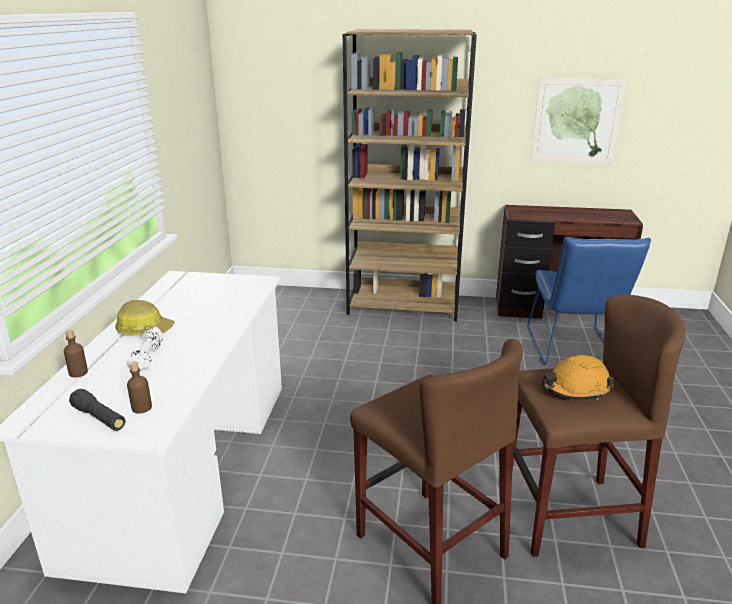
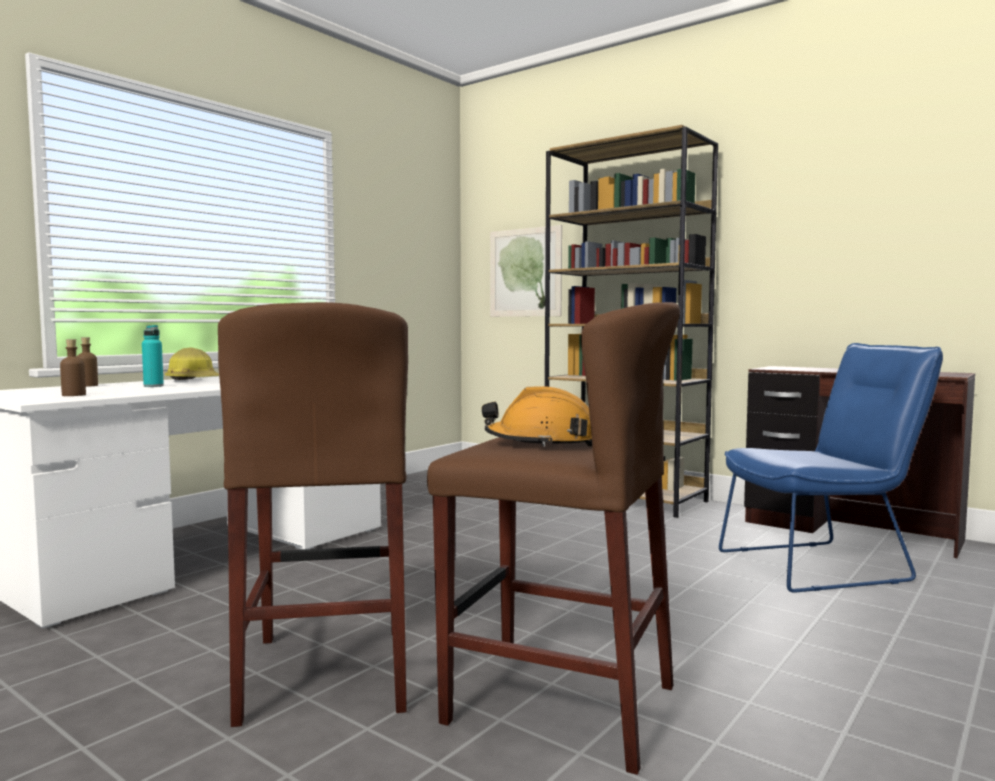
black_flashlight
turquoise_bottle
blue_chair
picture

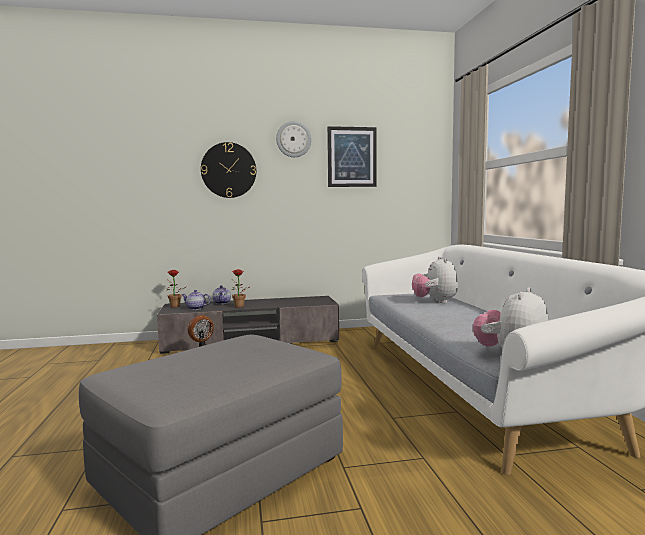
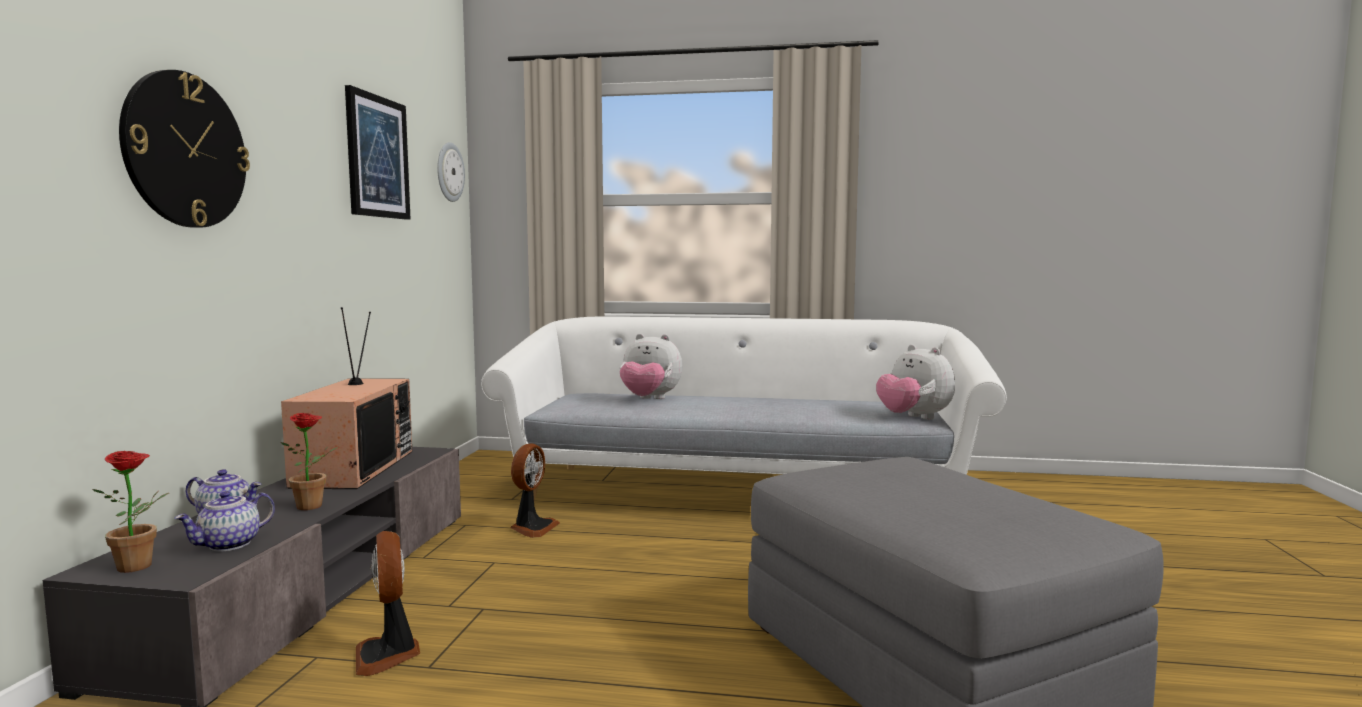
wall_clock (2nd from left)
television
fan (2nd from left)

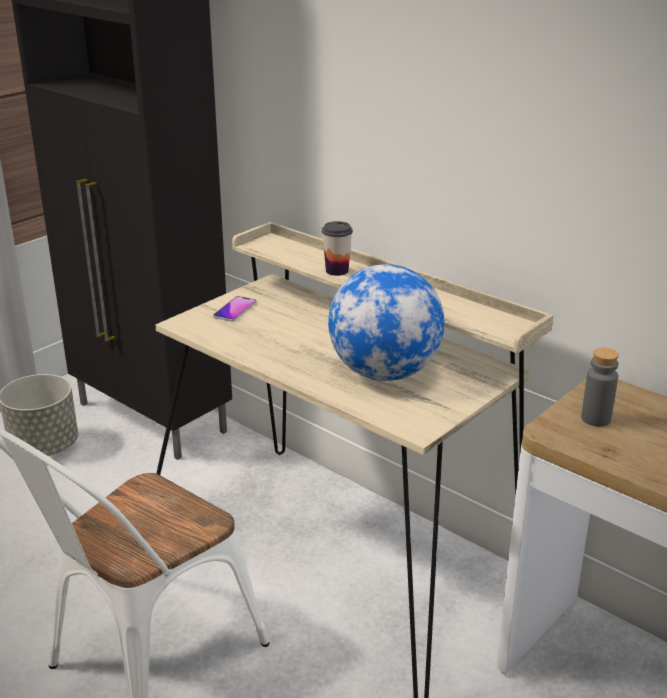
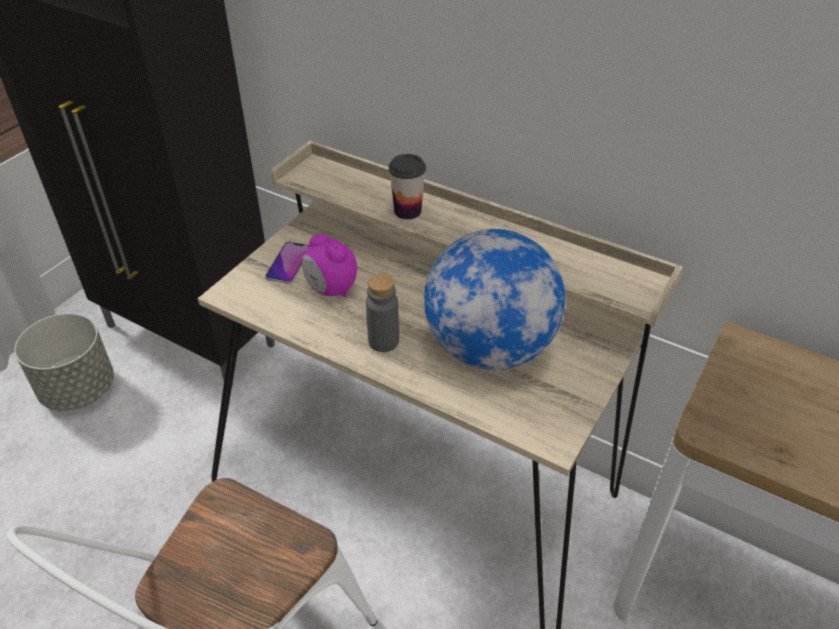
grey_bottle
alarm_clock

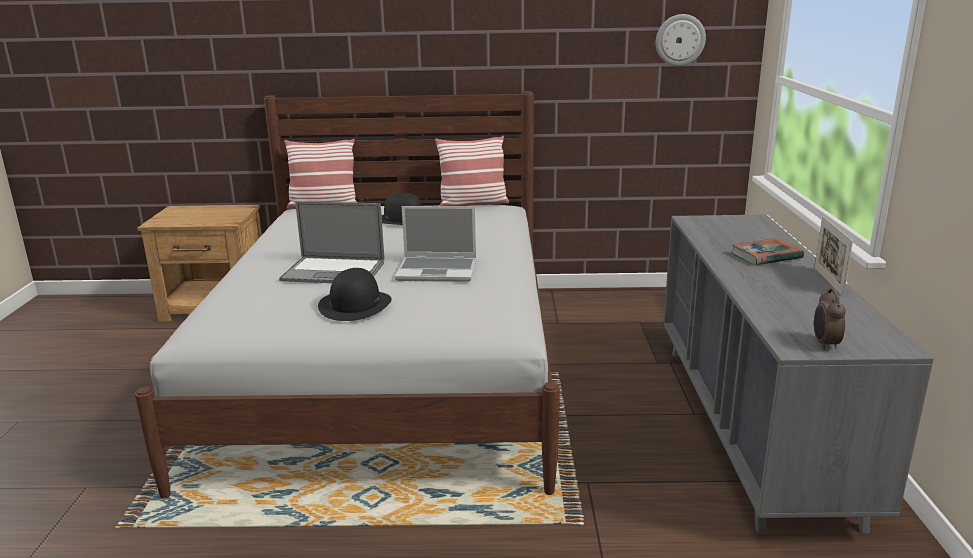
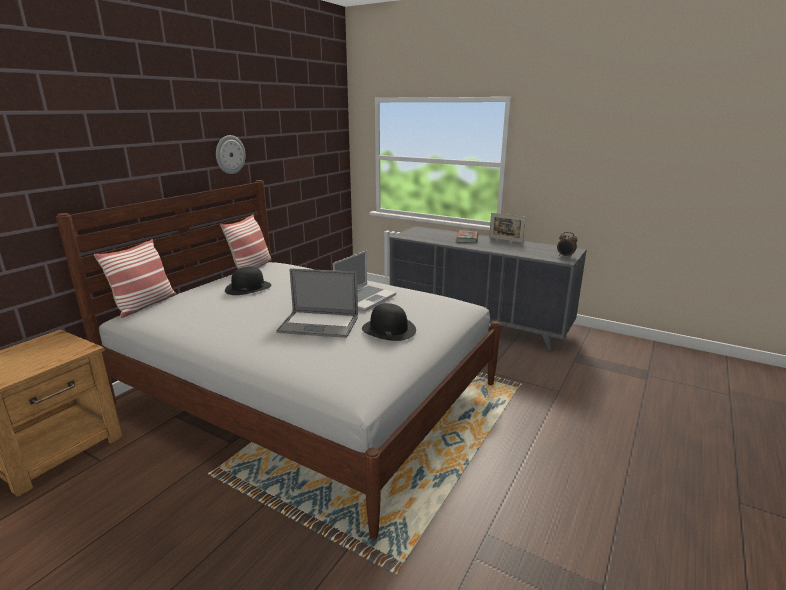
laptop (1st from left)
wall_clock

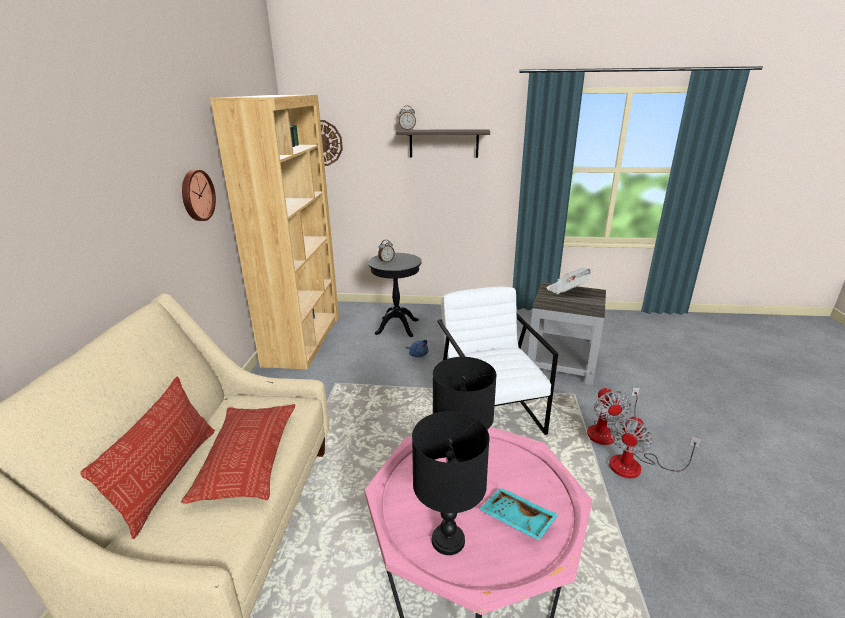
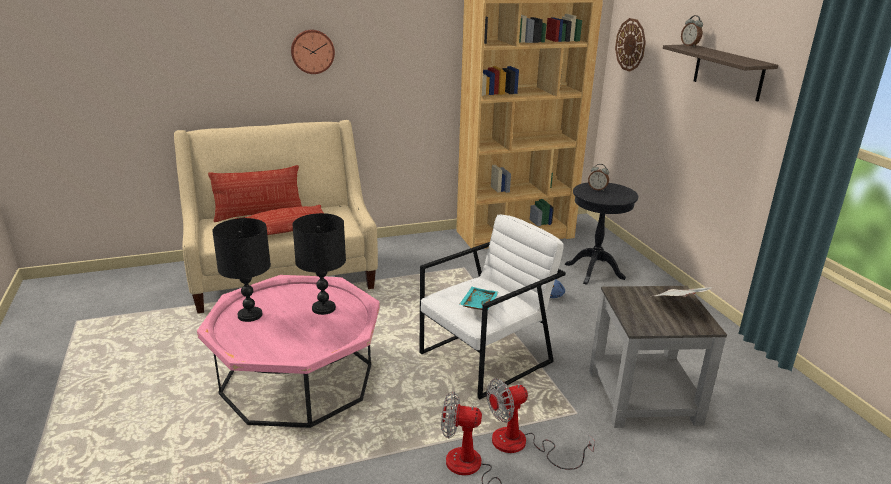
wall_clock (1st from left)
turquoise_tray

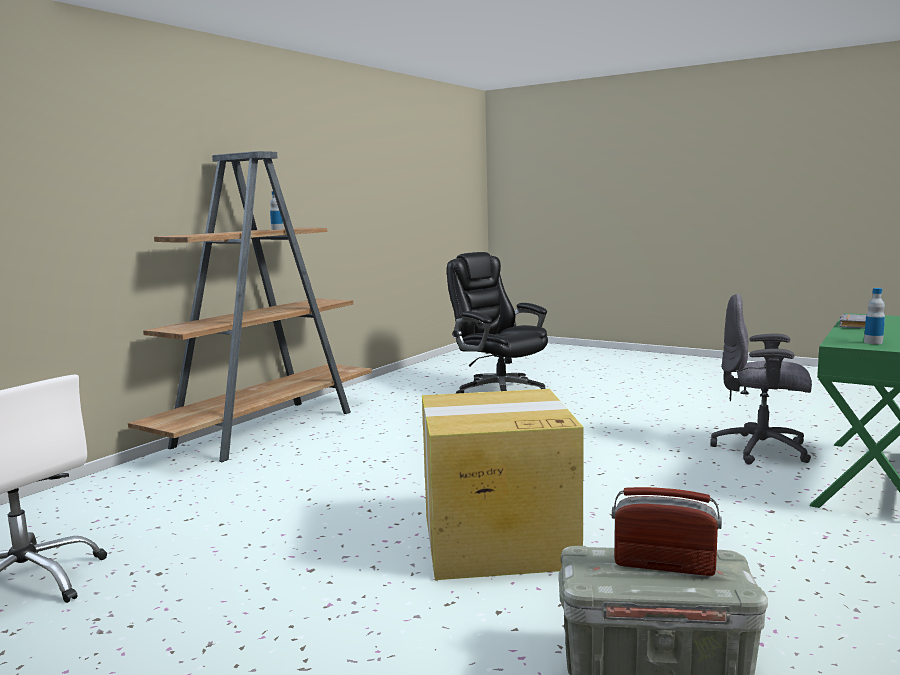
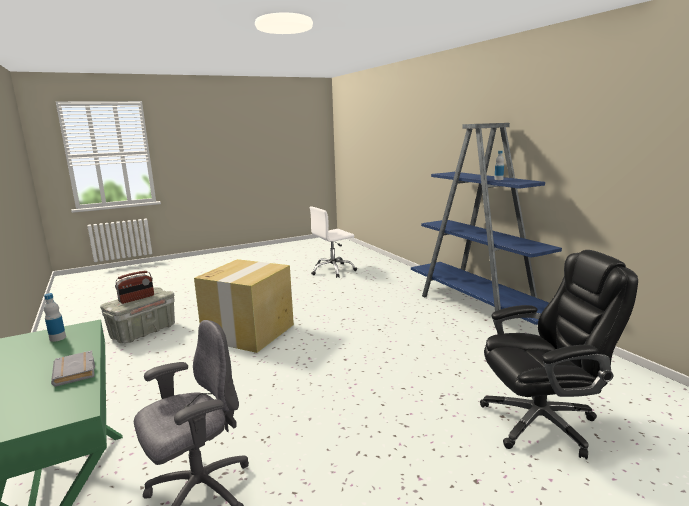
blue_bookcase

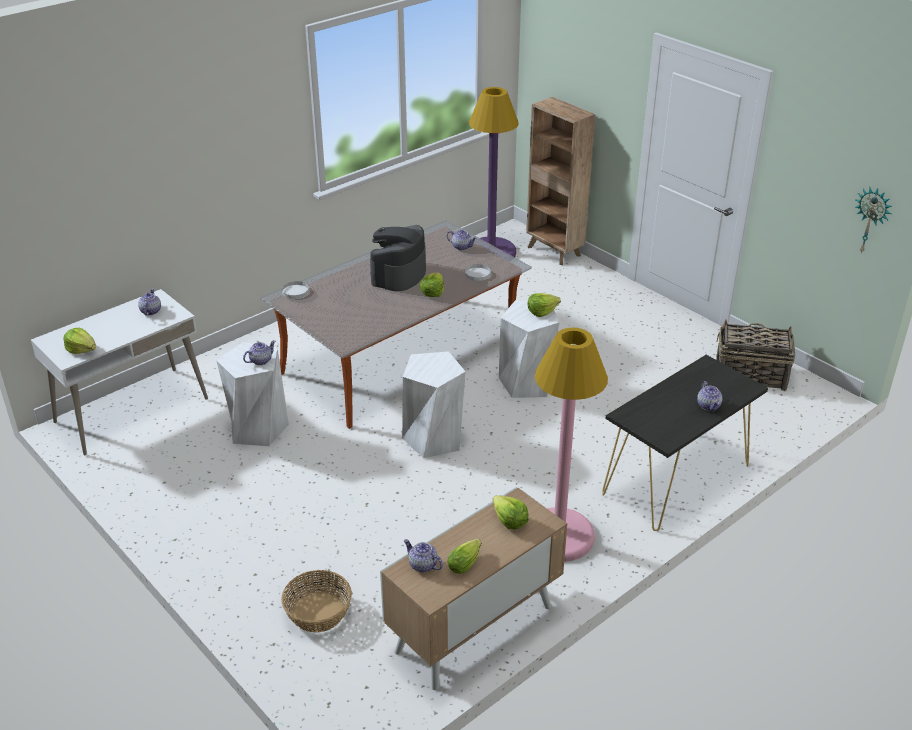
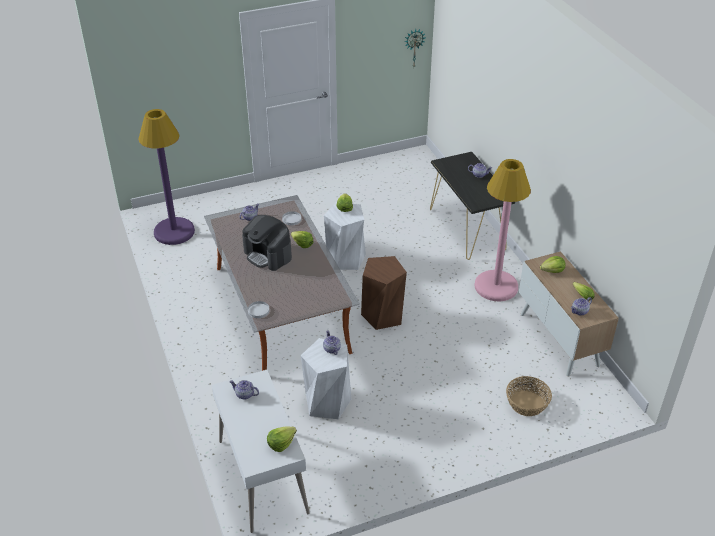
brown_stool
brown_bookcase
basket (2nd from left in the first image)

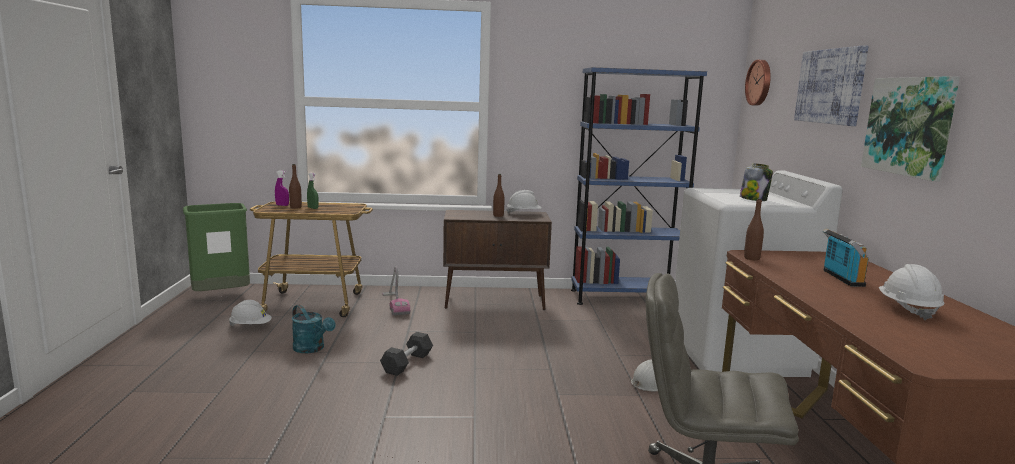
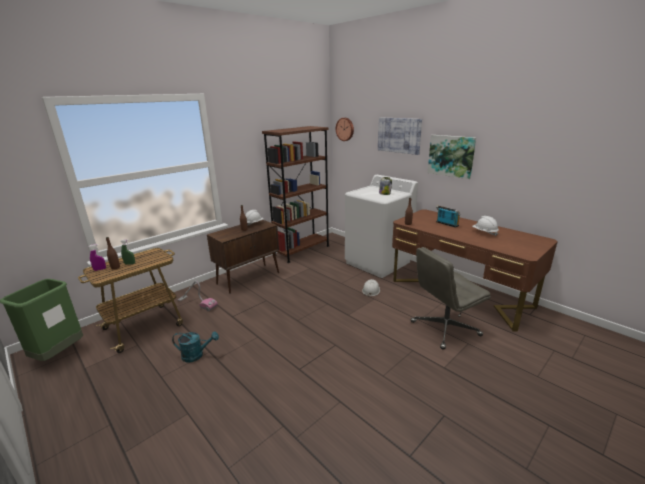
white_hard_hat (1st from left in the first image)
grey_dumbbell
brown_bookcase

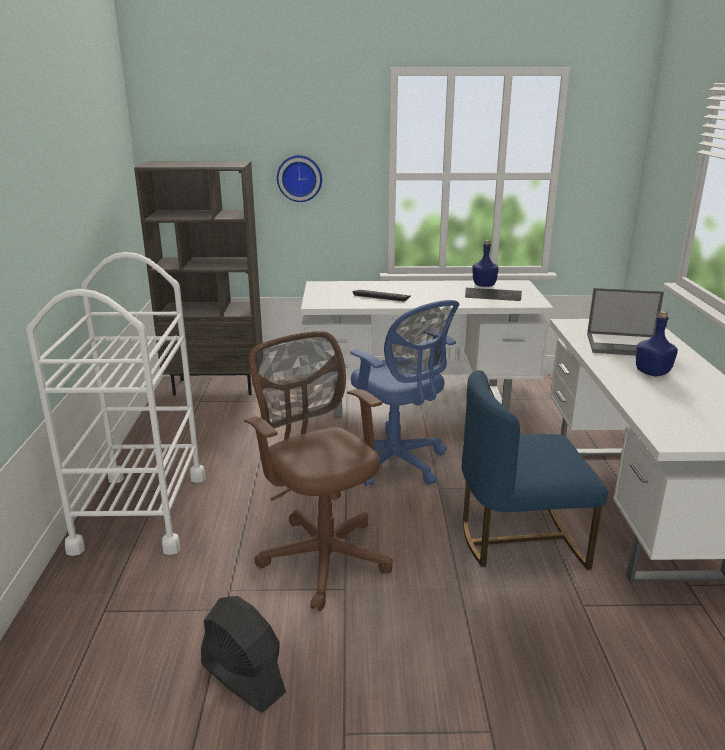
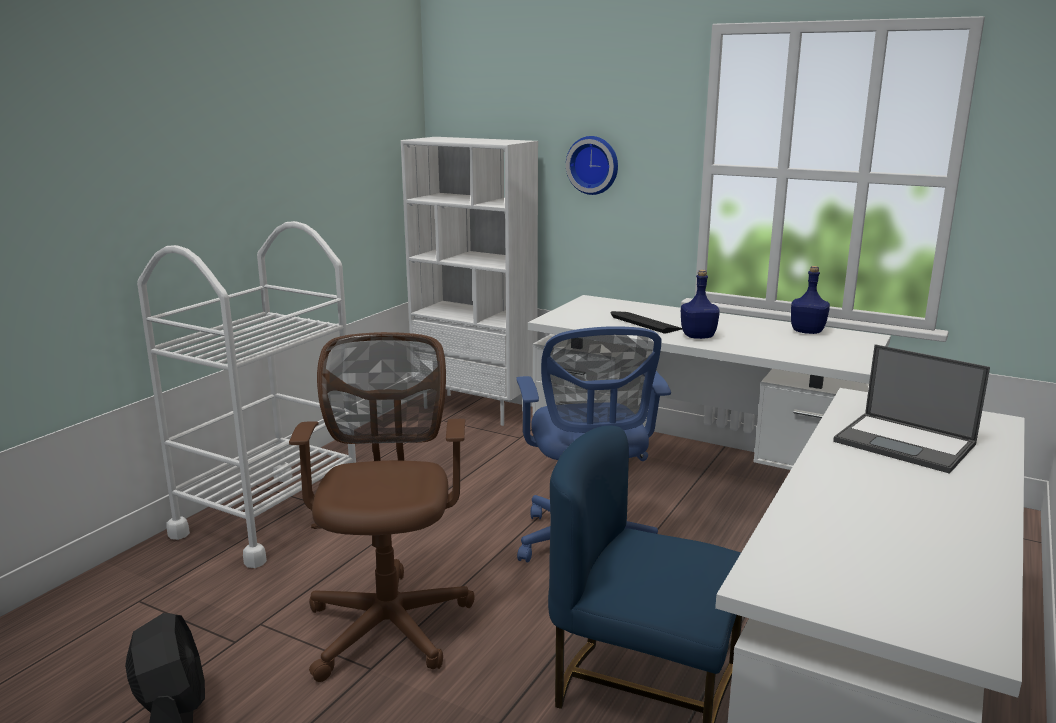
white_bookcase
keyboard (2nd from left in the first image)
blue_bottle (1st from left)

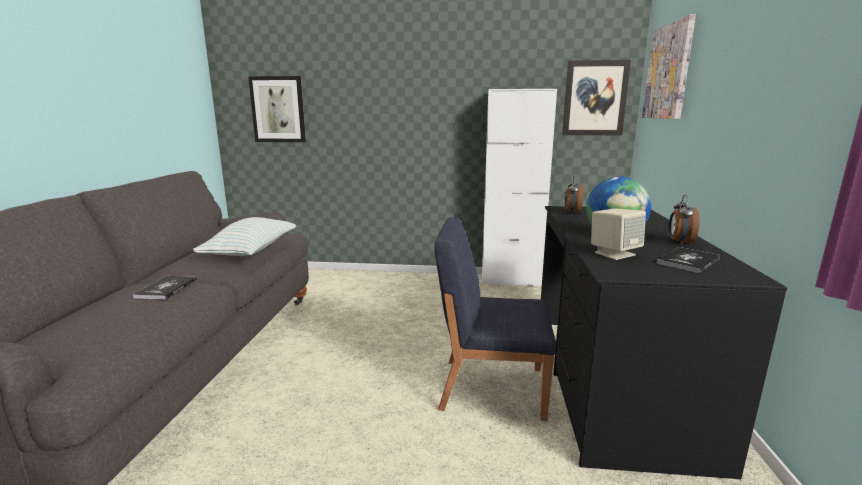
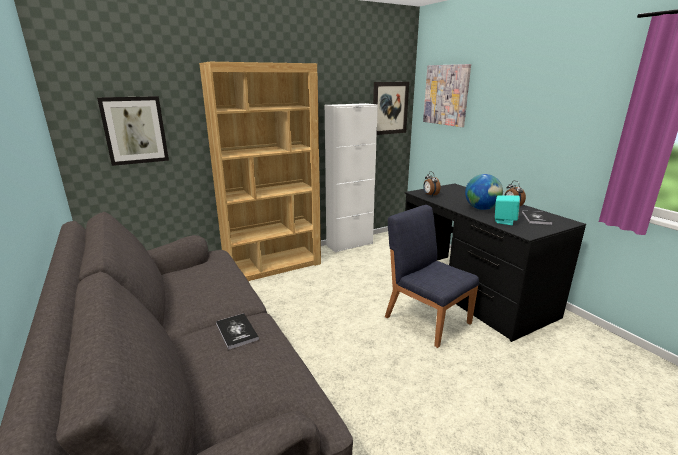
pillow
blue_chair
turquoise_speaker
brown_bookcase

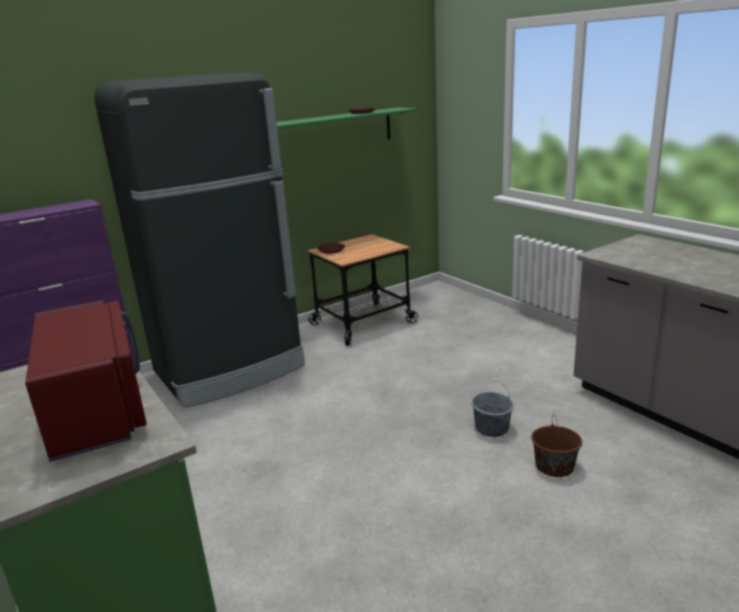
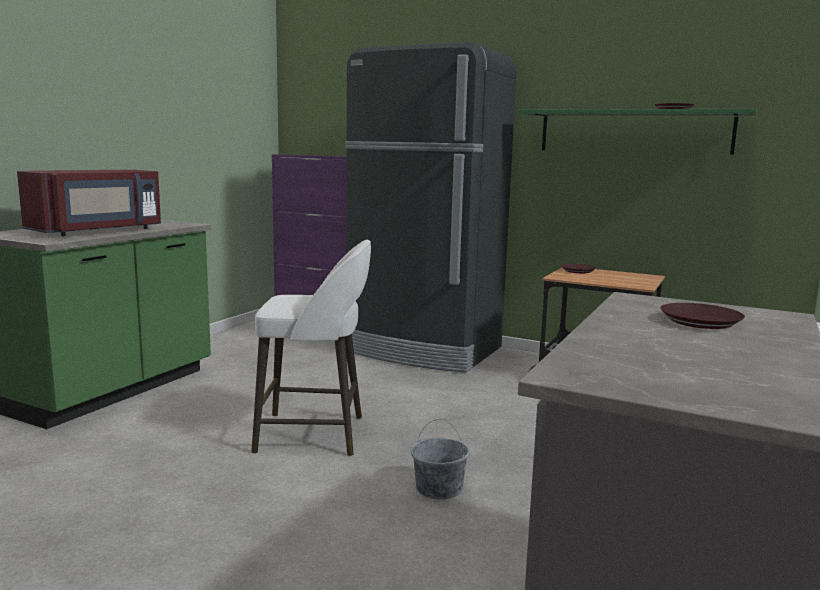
brown_bucket
white_stool
brown_plate (3rd from left)

